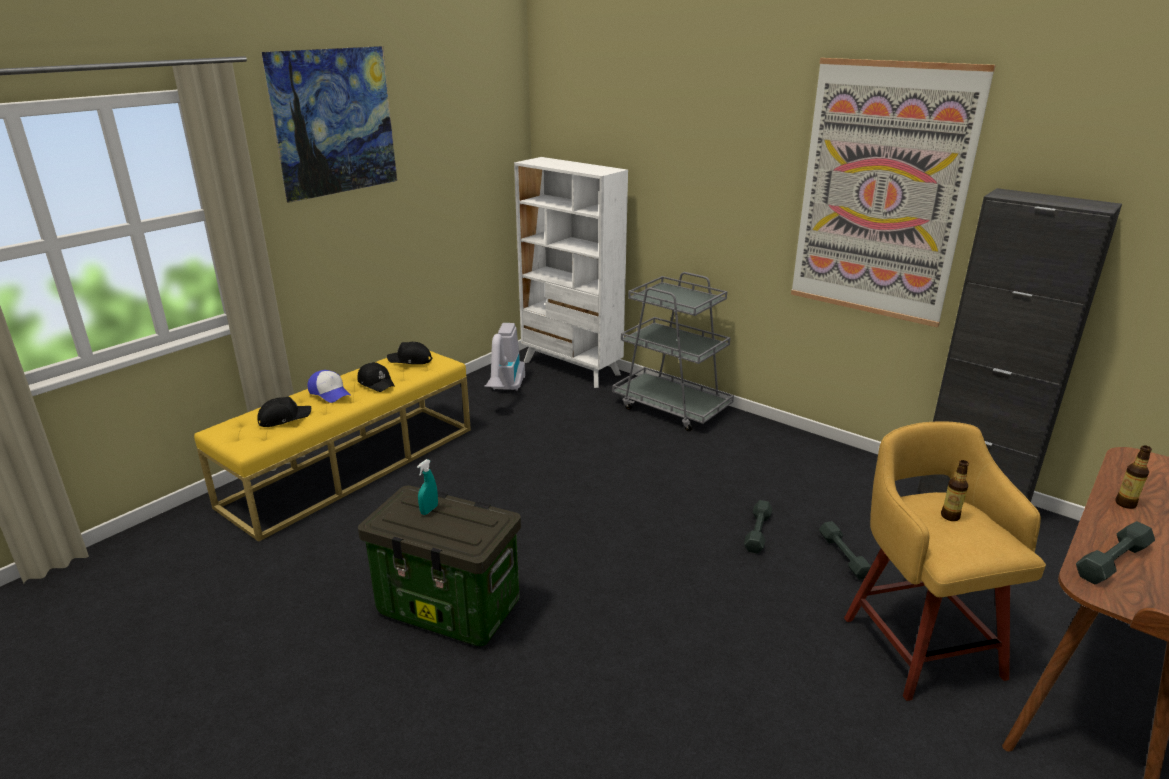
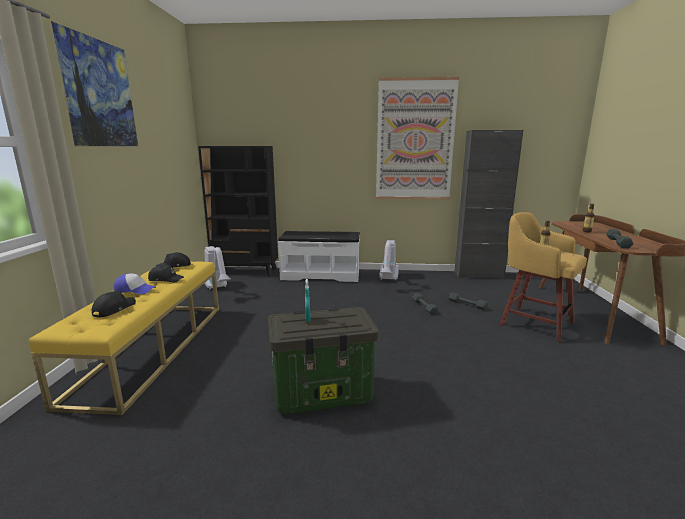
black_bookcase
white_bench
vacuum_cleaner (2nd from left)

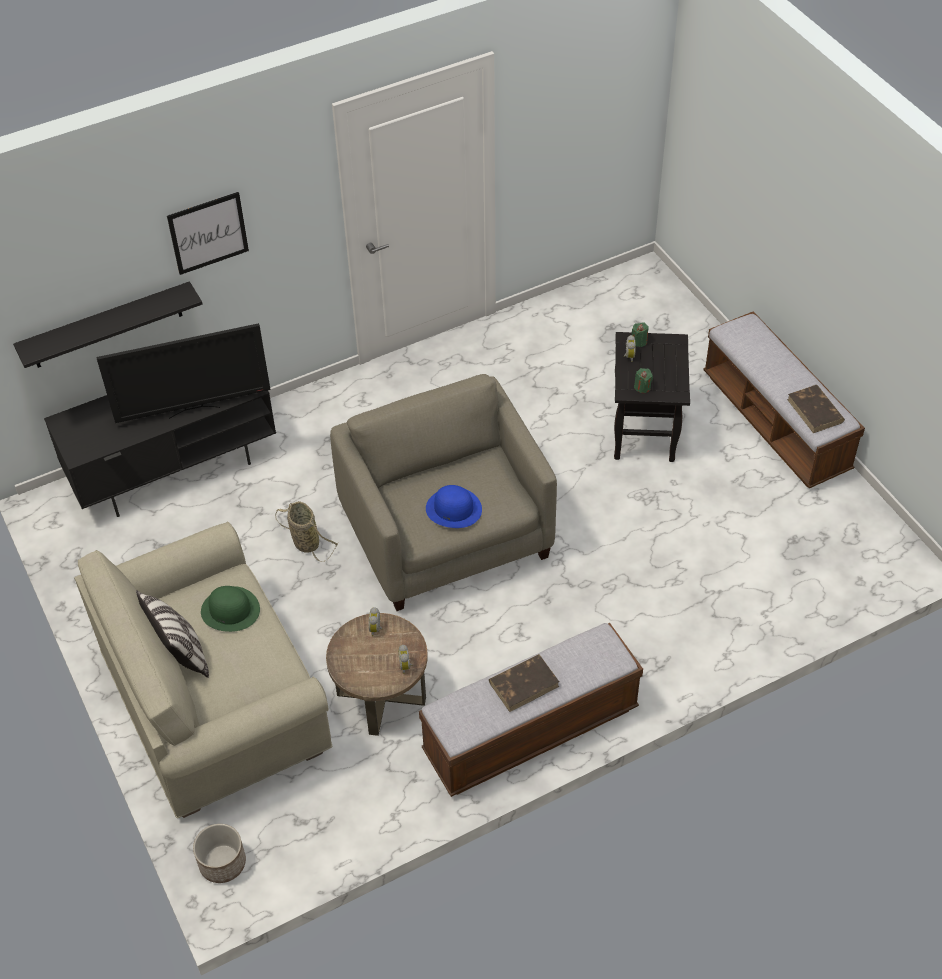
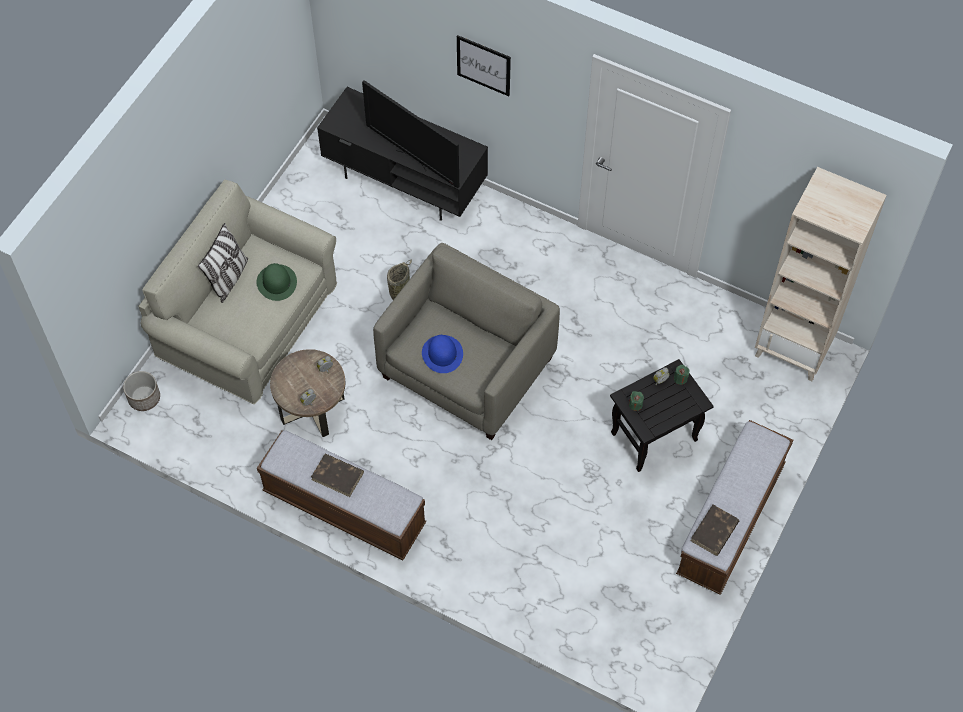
black_shelf
beige_bookcase

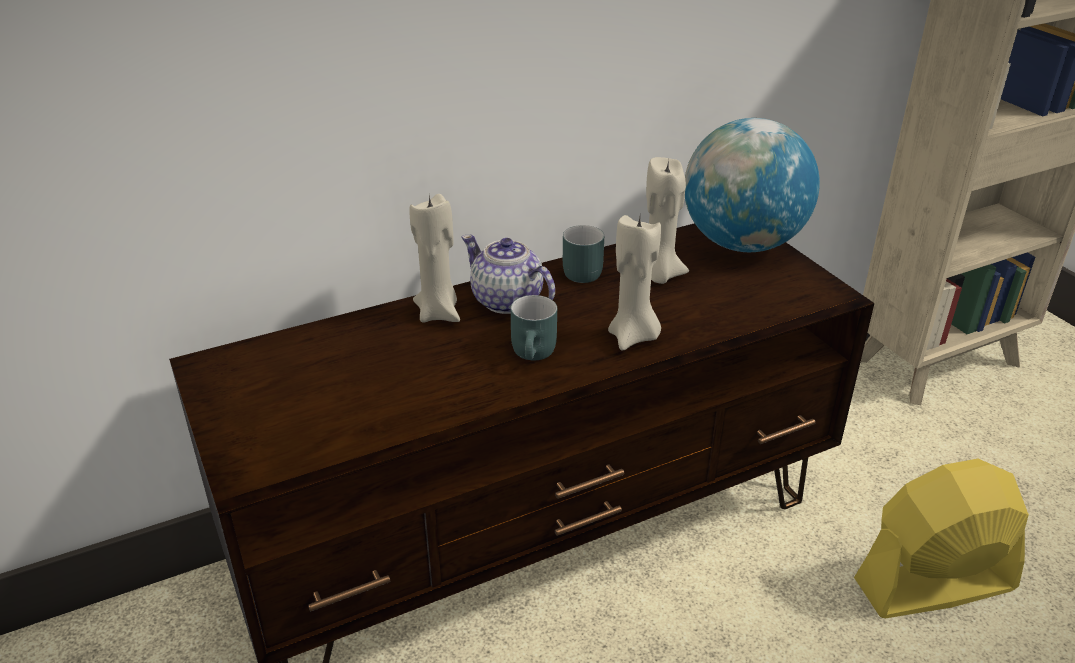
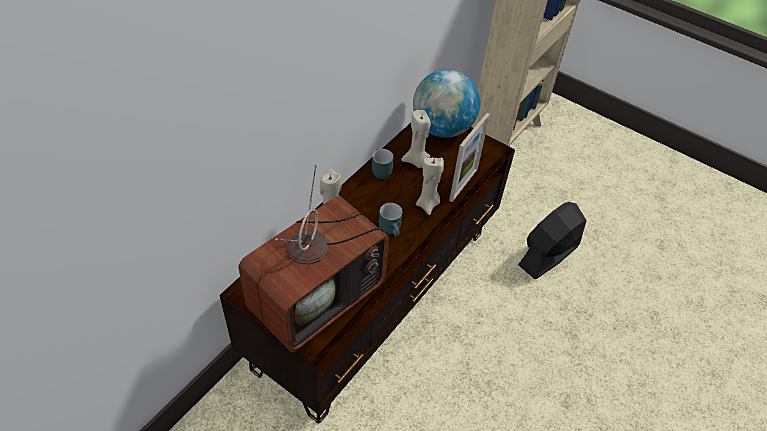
teapot
black_fan
television
picture_frame

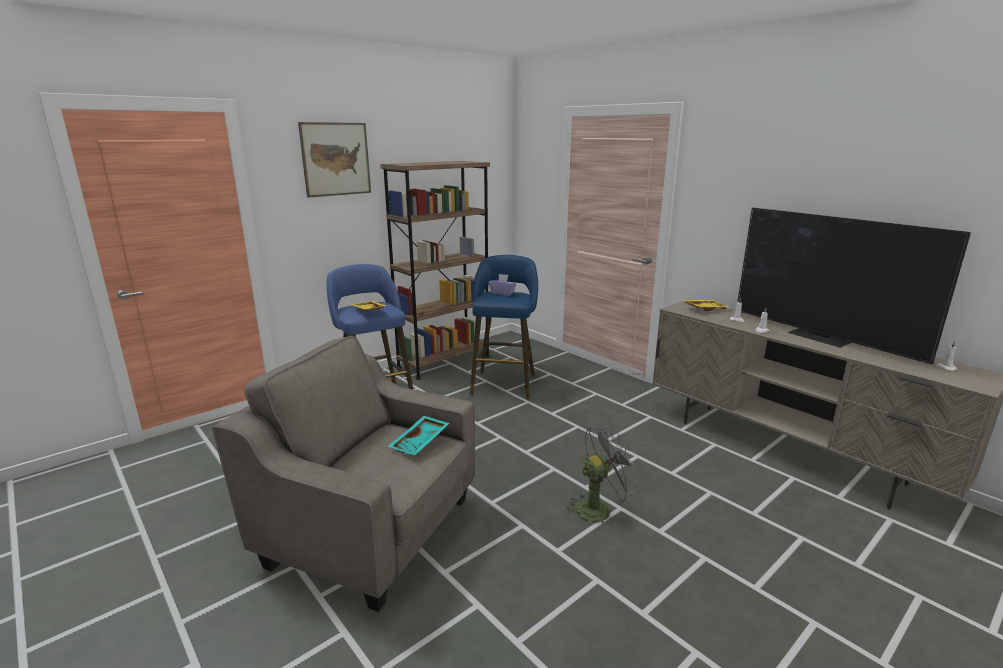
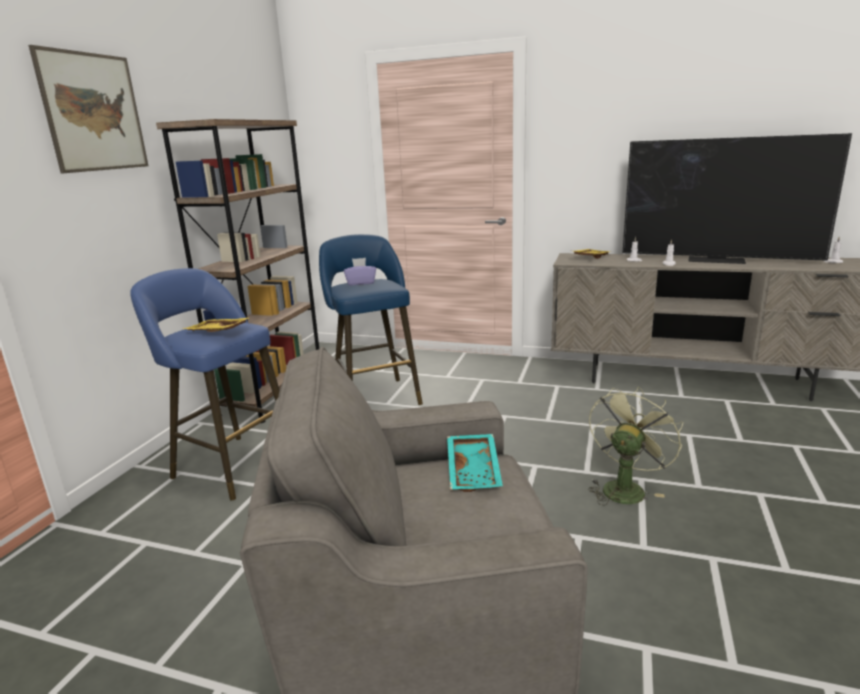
green_fan

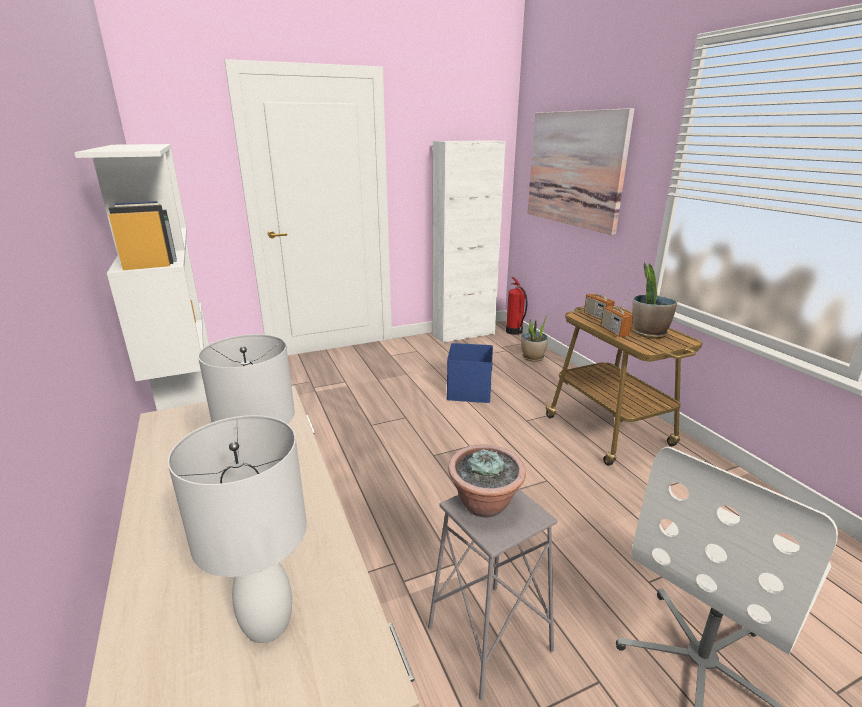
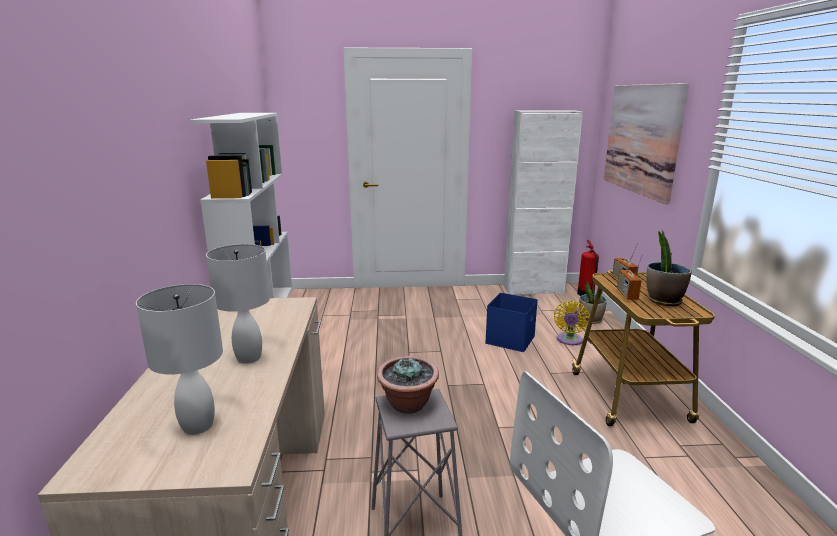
yellow_fan

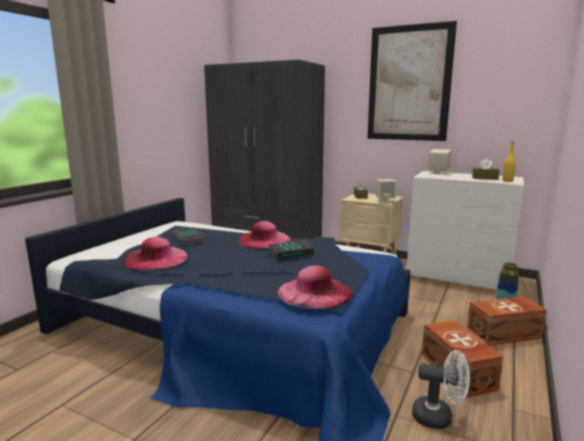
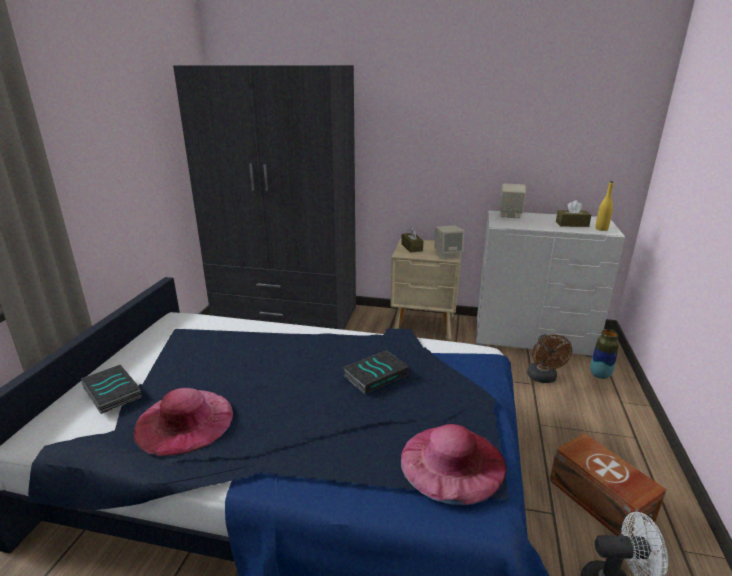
book (1st from left)
pink_hat (2nd from left in the first image)
picture
brown_storage_box (2nd from left in the first image)
brown_fan

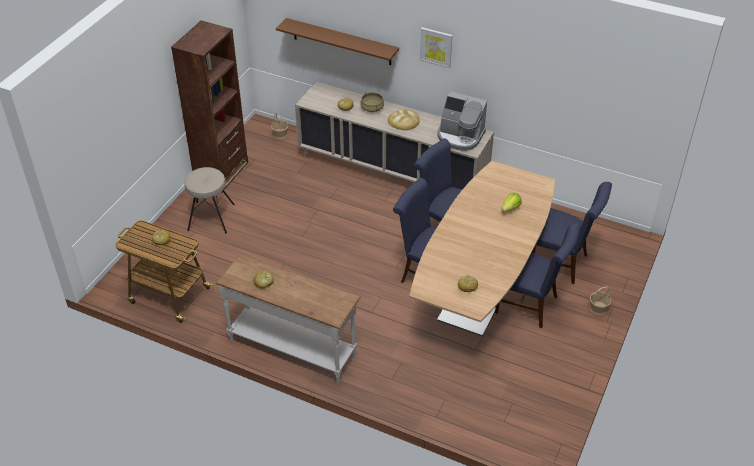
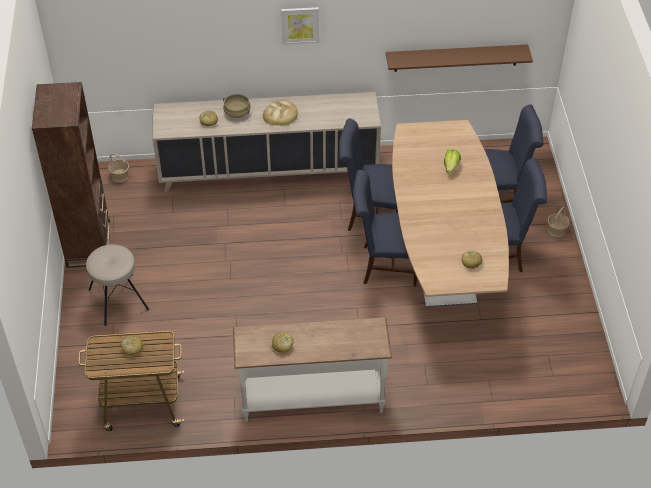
brown_shelf
coffee_machine

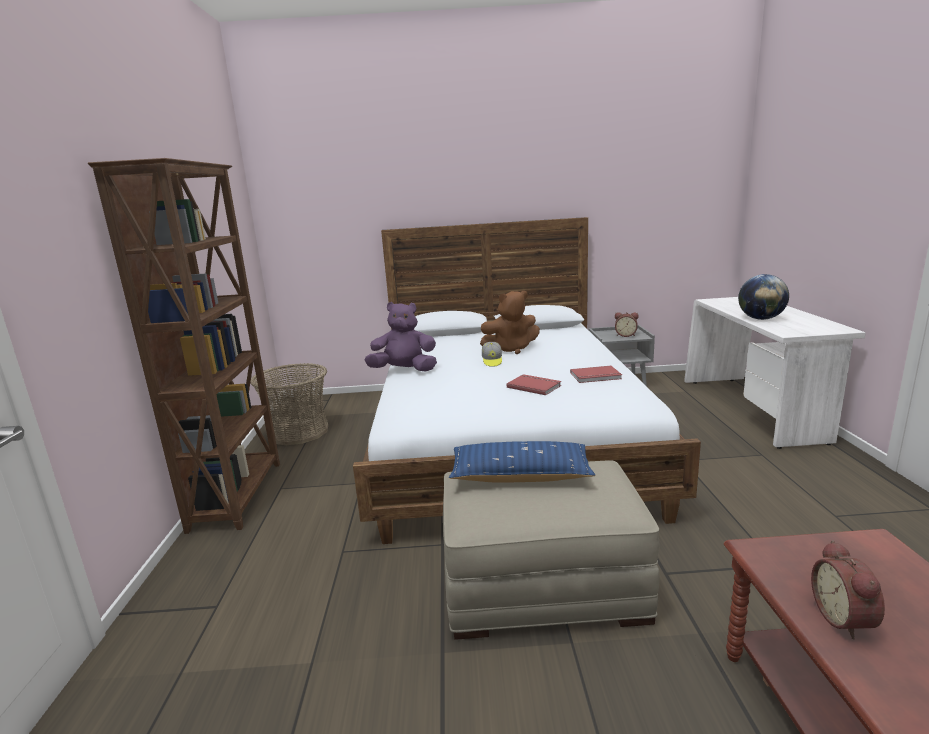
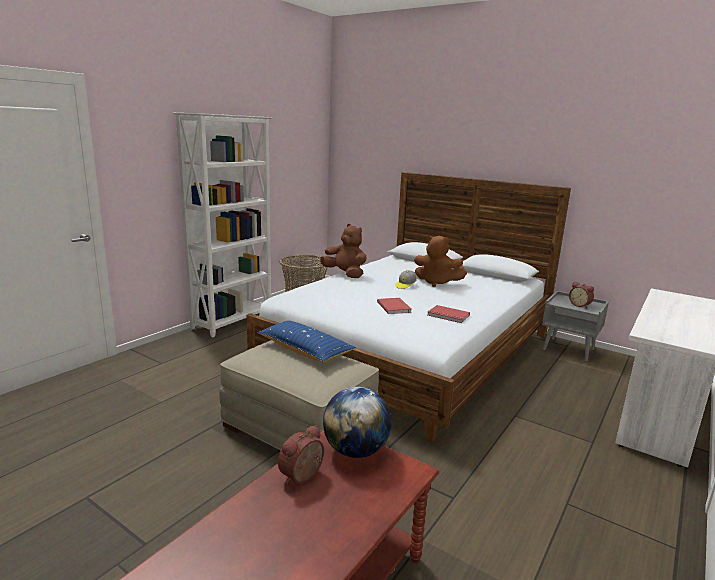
white_bookcase
brown_plush_toy (1st from left)
globe

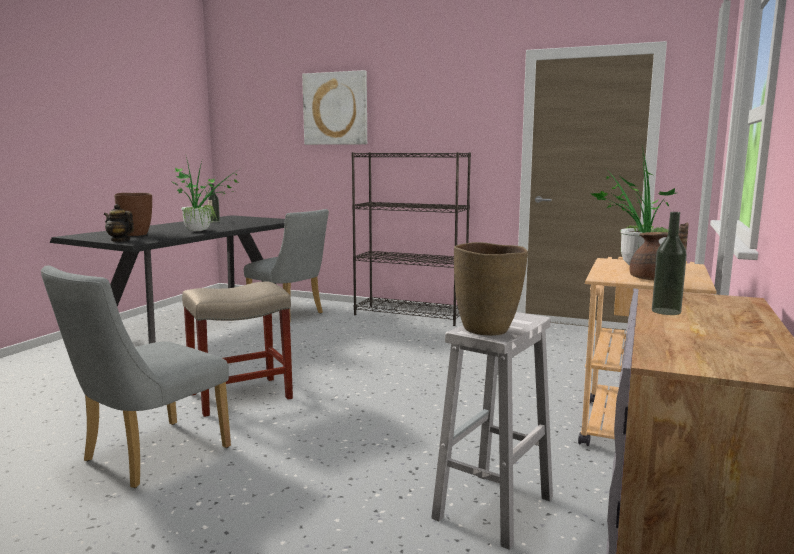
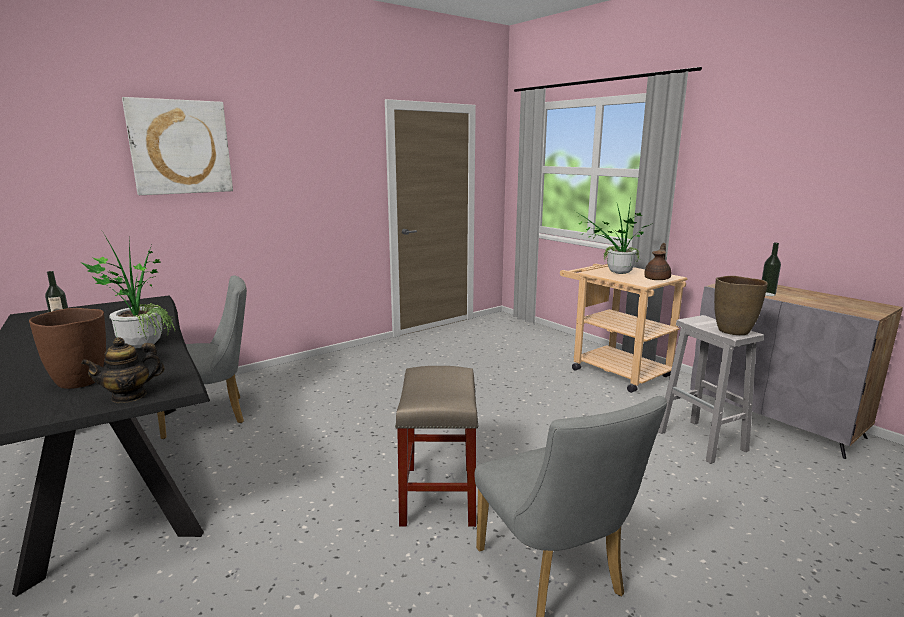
black_bookcase

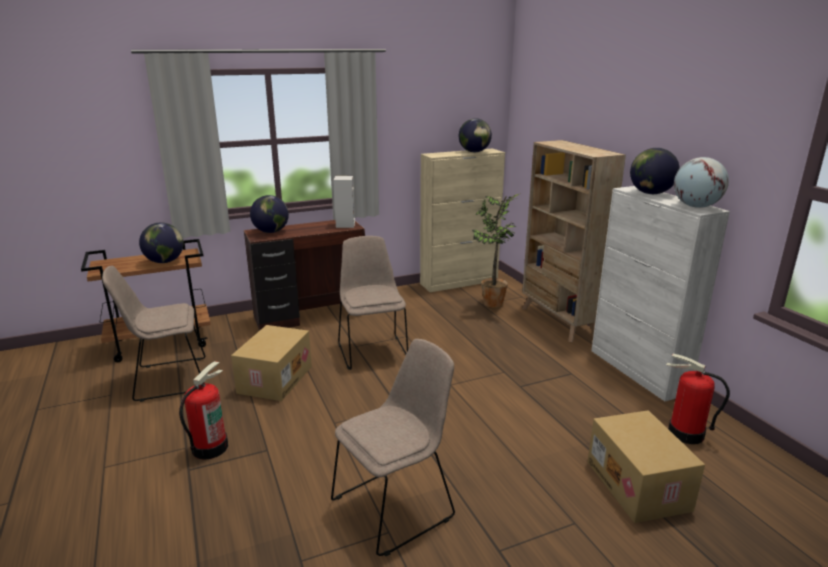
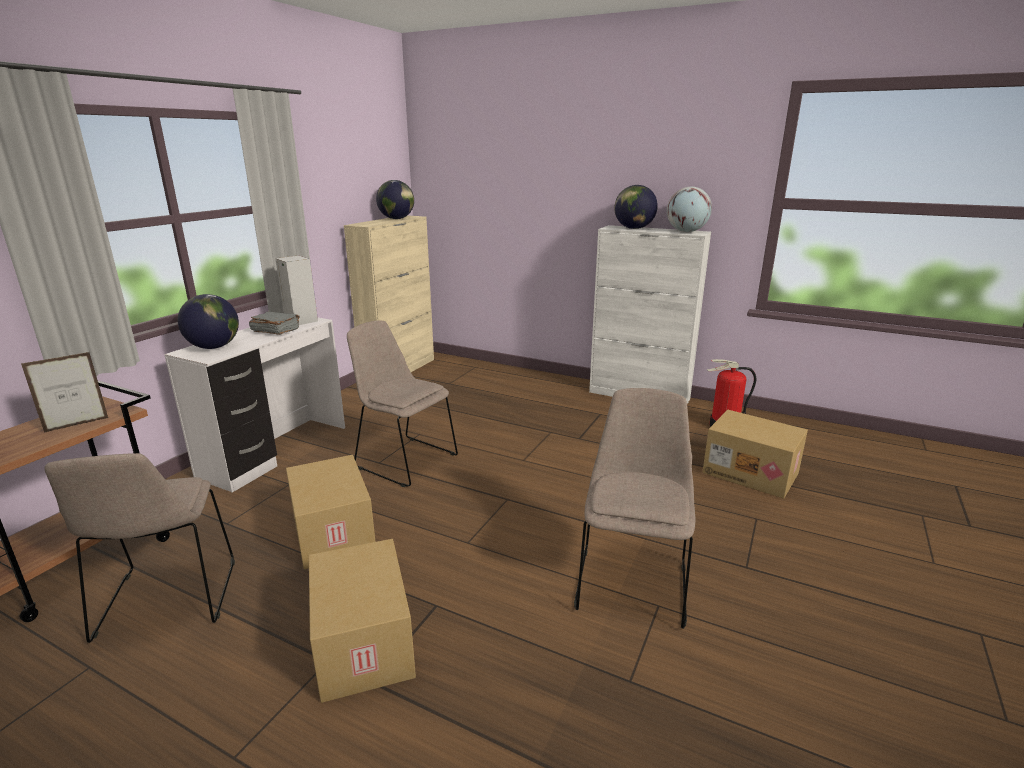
beige_chair (1st from left)
picture_frame
cardboard_box (2nd from left)
white_desk
potted_plant
beige_bookcase
grey_book

